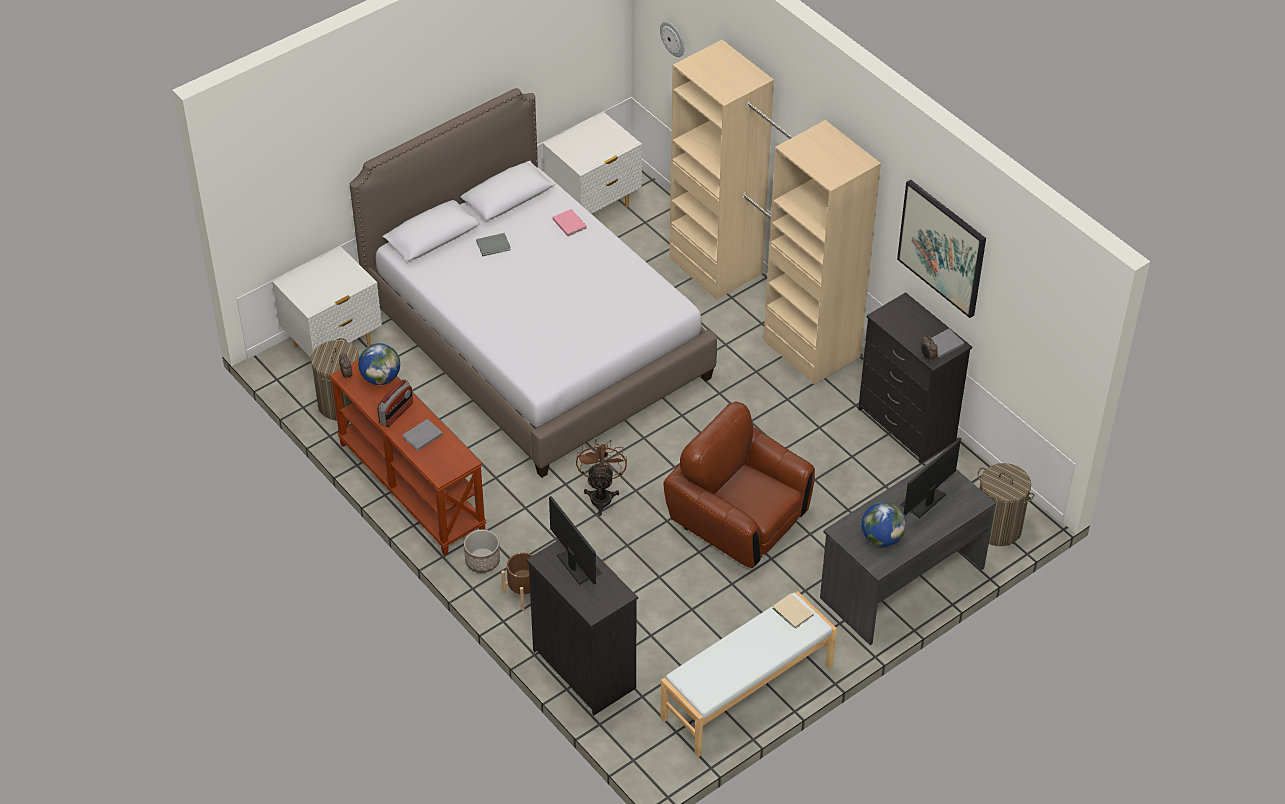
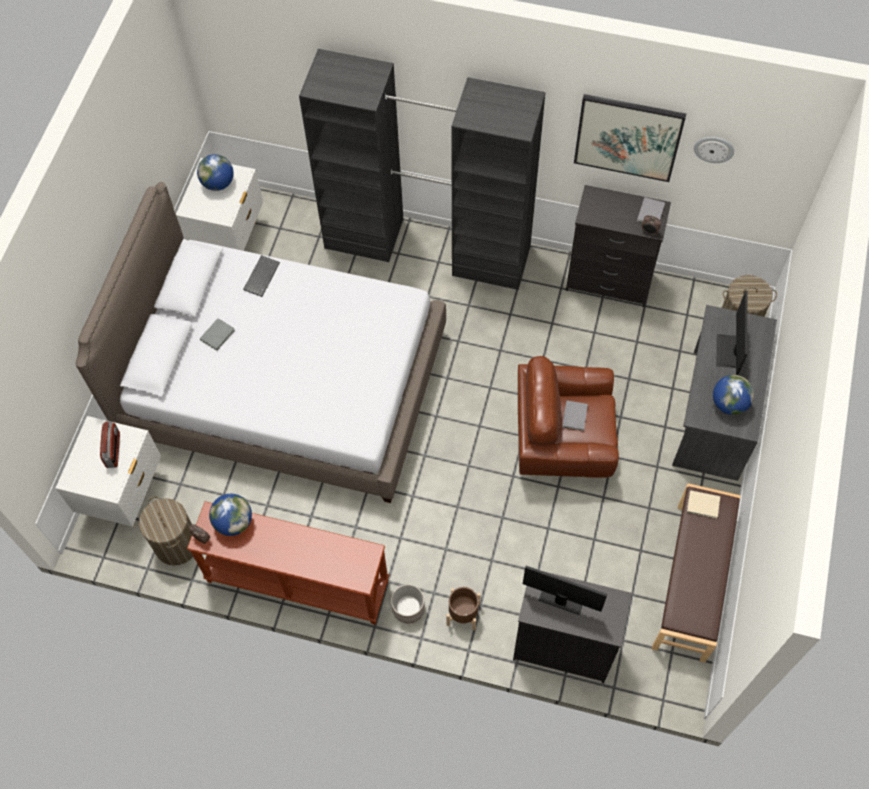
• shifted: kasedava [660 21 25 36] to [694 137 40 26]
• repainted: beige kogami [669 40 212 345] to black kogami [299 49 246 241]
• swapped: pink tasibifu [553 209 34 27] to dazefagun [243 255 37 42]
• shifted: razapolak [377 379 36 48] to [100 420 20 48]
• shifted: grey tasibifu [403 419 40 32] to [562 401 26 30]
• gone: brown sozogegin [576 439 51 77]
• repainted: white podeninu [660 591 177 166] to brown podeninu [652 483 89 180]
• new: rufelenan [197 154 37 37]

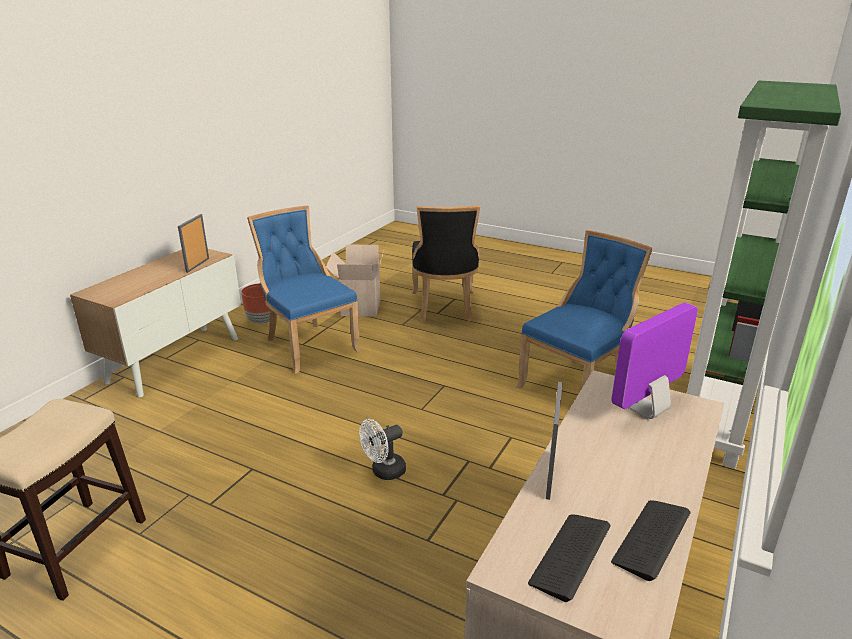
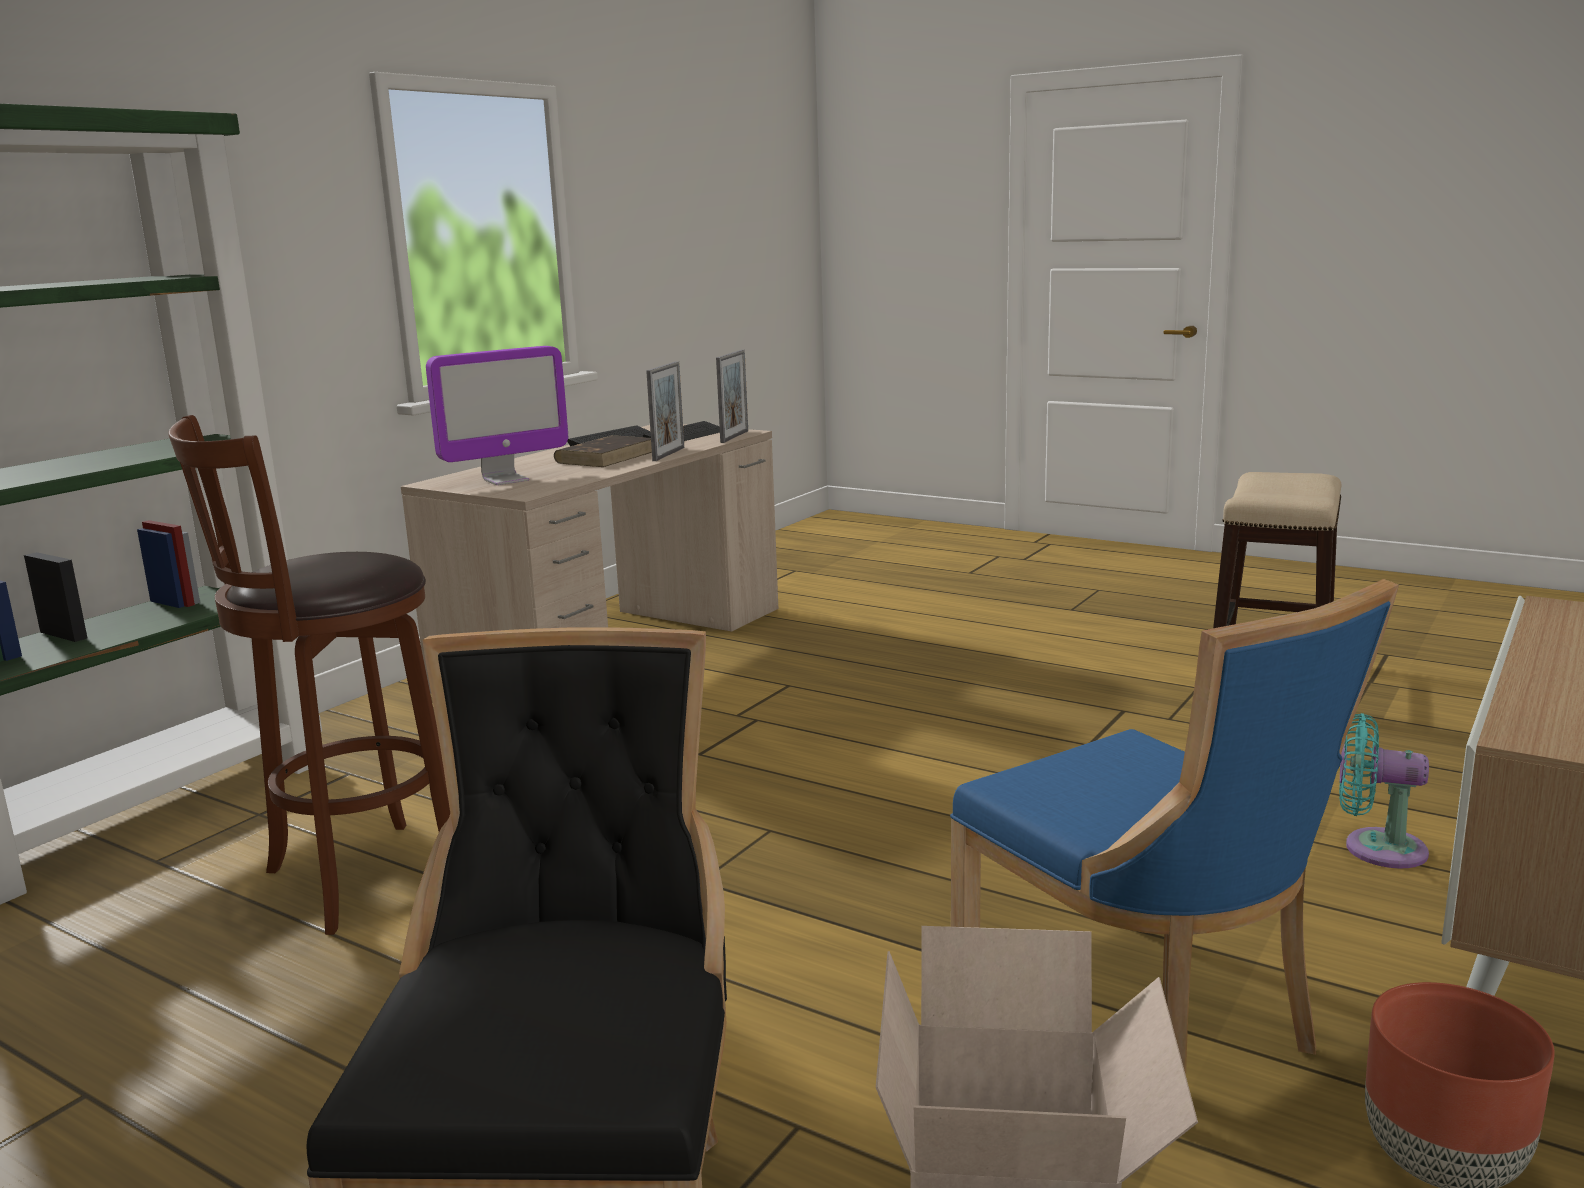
• shifted: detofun [178 214 31 59] to [716 350 32 93]
• swapped: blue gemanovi [516 230 137 159] to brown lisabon [168 415 282 520]
• gone: white sozogegin [359 419 47 61]
• new: brown tasibifu [554 435 98 32]
• new: turquoise sozogegin [1339 713 90 156]

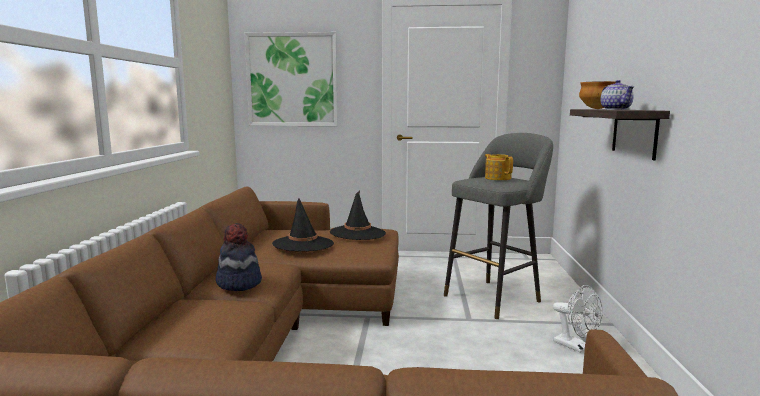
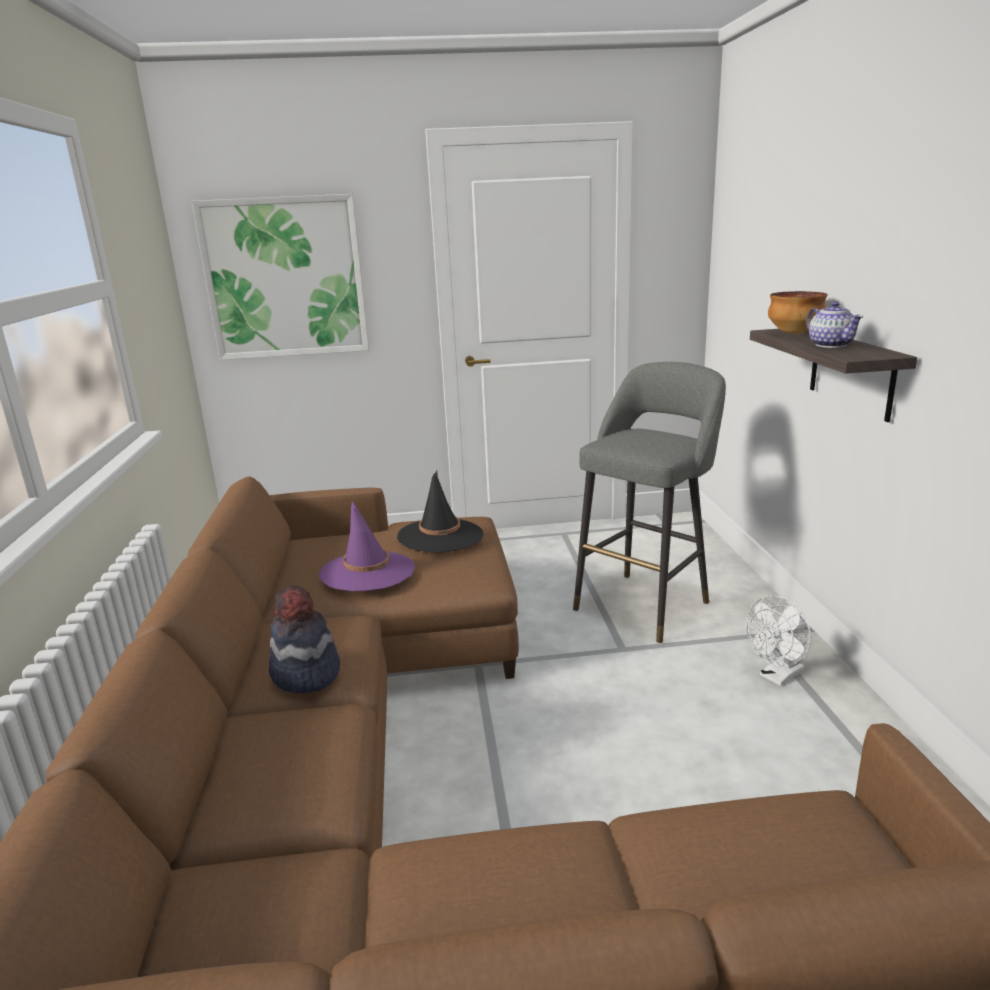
• gone: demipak [485 154 28 26]
• repainted: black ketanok [272 198 62 53] to purple ketanok [319 501 96 90]
• rotated: white sozogegin [553 285 50 68] = [746 595 65 91] 105 degrees clockwise

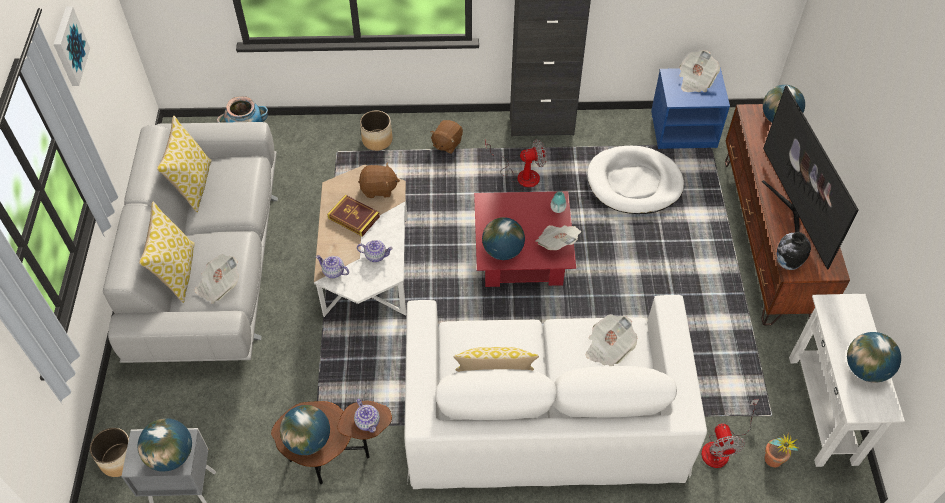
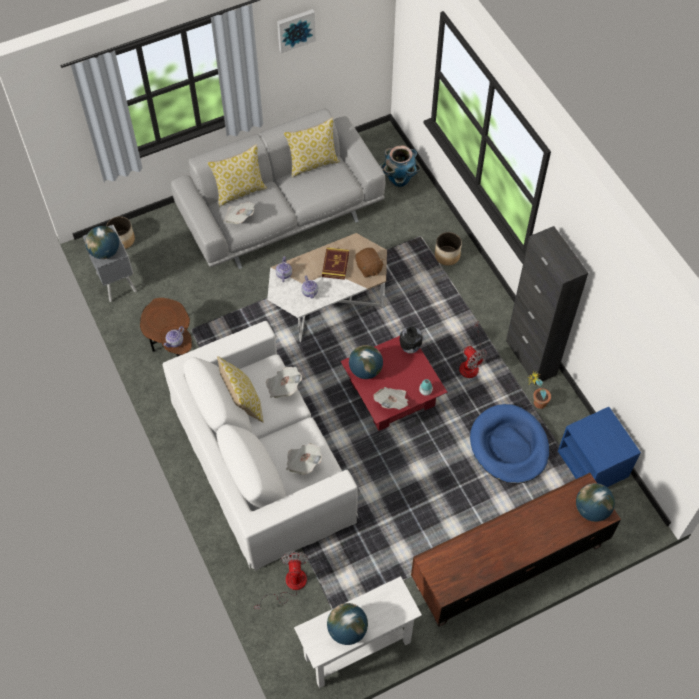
• shifted: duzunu [679 50 41 42] to [266 367 36 31]
• gone: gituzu [762 86 97 184]
• gone: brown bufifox [430 120 33 34]
• repainted: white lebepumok [587 146 97 68] to blue lebepumok [470 404 79 80]
• shifted: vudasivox [777 232 34 38] to [399 326 24 28]
• rotated: sozogegin [701 399 58 69] = [254 551 54 58] 120 degrees clockwise
• gone: rufelenan [280 405 50 50]
• shifted: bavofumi [764 432 34 35] to [527 372 24 37]

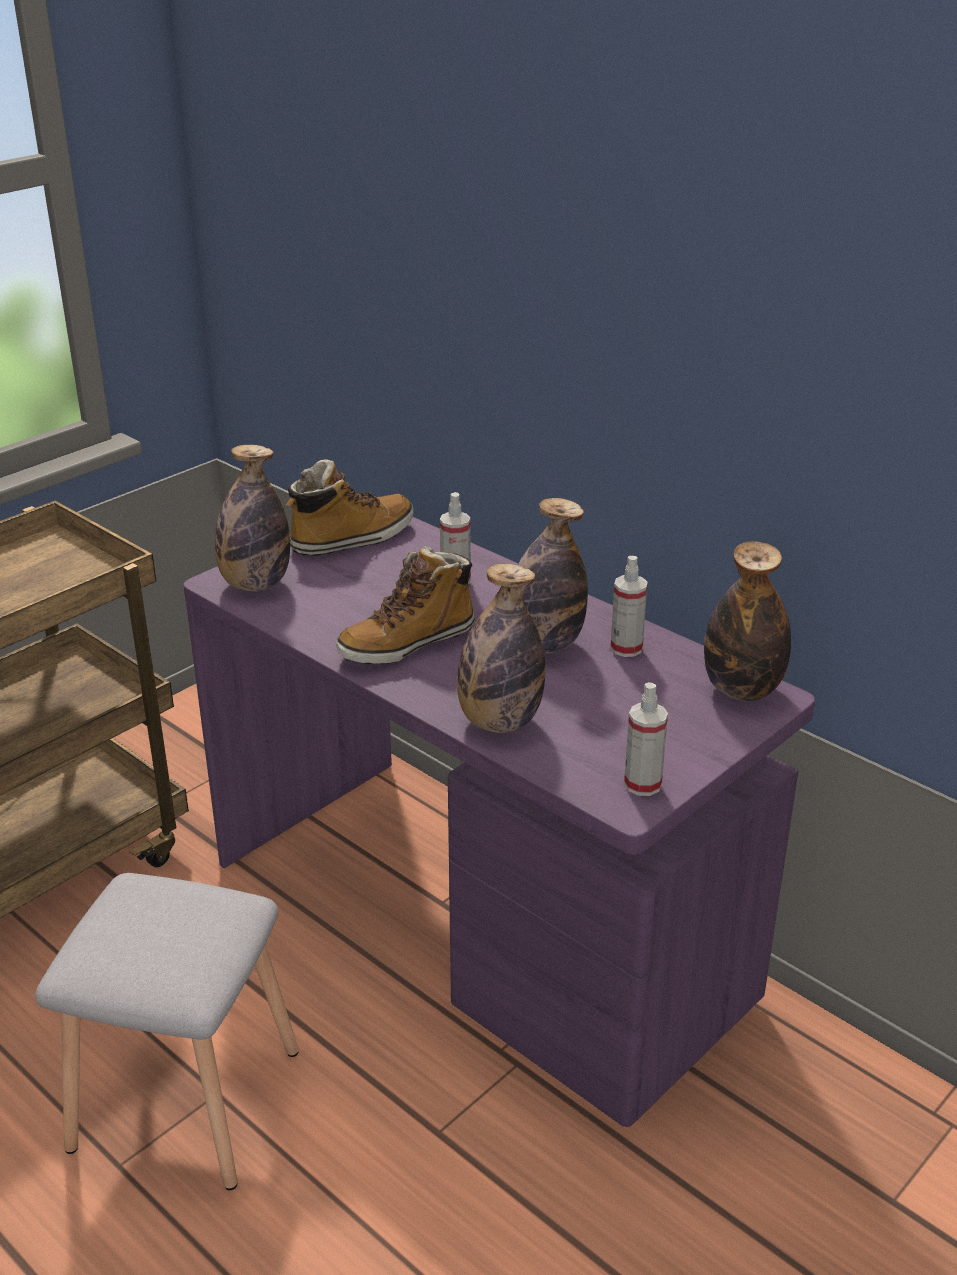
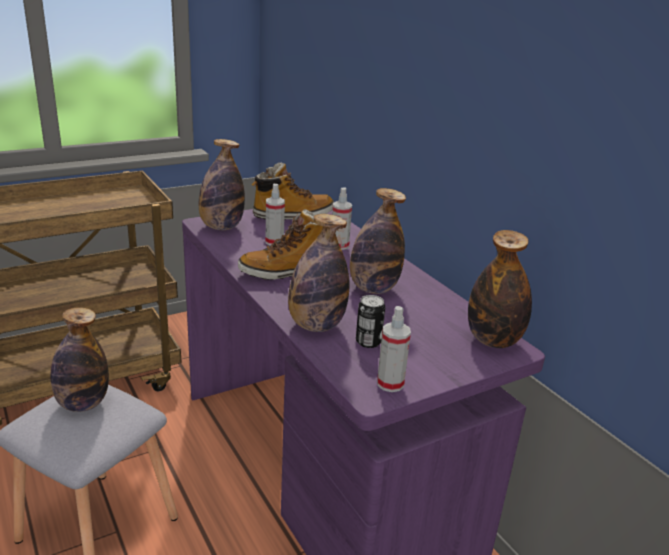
• shifted: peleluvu [610 556 38 101] to [266 184 19 62]
• new: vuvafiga [356 295 29 53]
• new: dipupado [50 307 59 105]

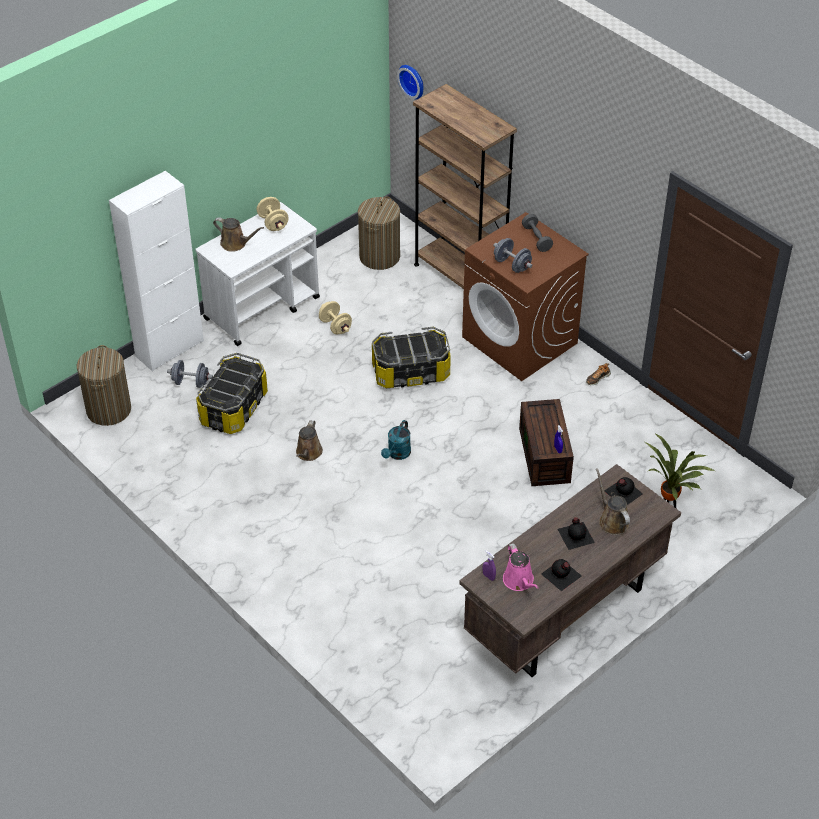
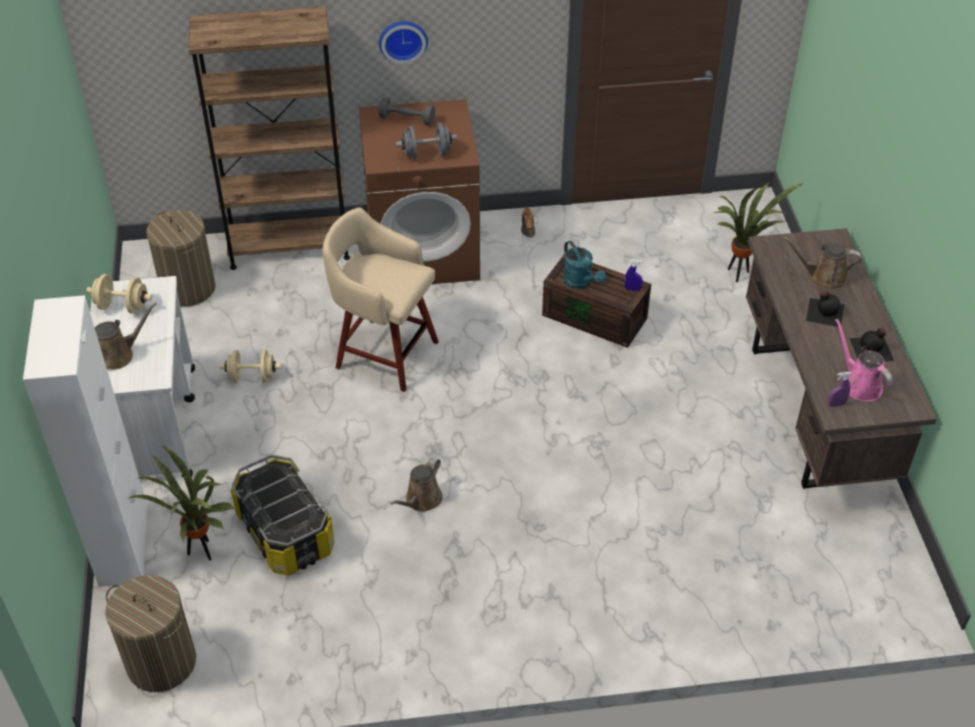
• shifted: kasedava [397 65 26 34] to [379 21 49 43]
• swapped: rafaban [372 327 79 61] to beige lisabon [323 207 116 185]
• swapped: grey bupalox [167 360 46 28] to bavofumi [129 446 107 114]
• rotated: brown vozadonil [296 420 27 41] = [390 457 53 55] 75 degrees clockwise
• shifted: turquoise vozadonil [381 420 30 40] to [563 241 43 48]
• gone: black dipupado [604 477 39 28]
• rotated: pink vozadonil [503 543 36 48] = [835 318 58 84] 135 degrees counterclockwise

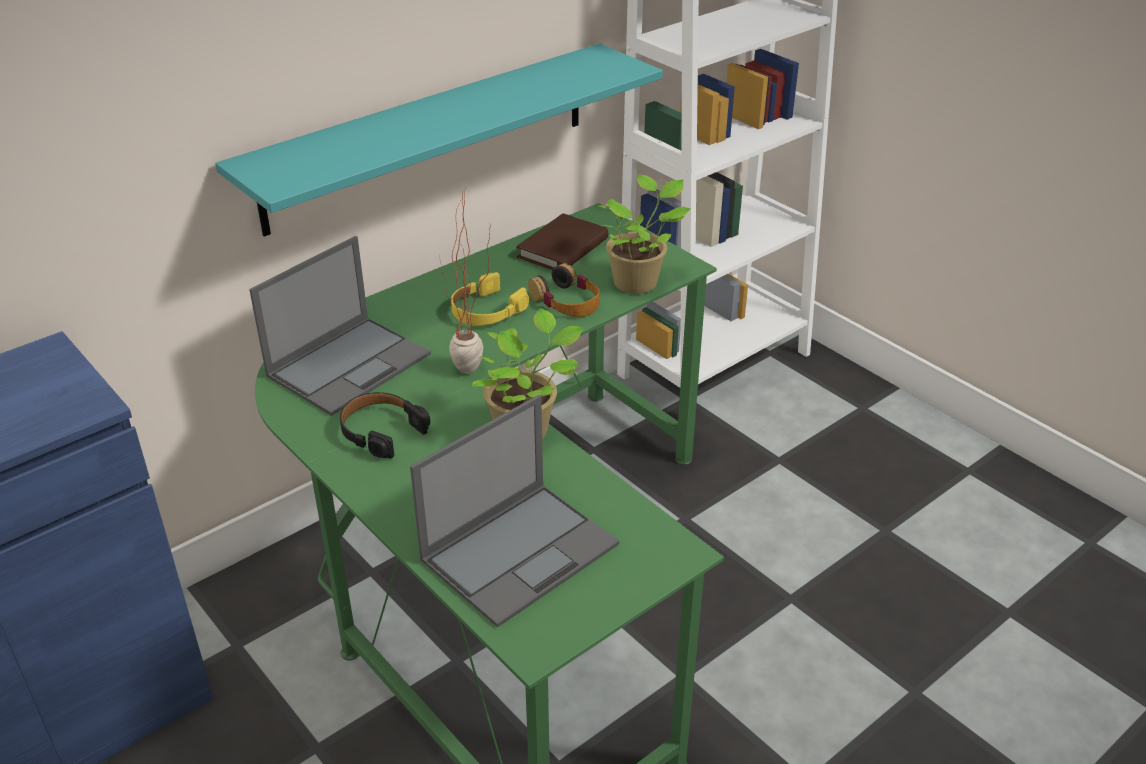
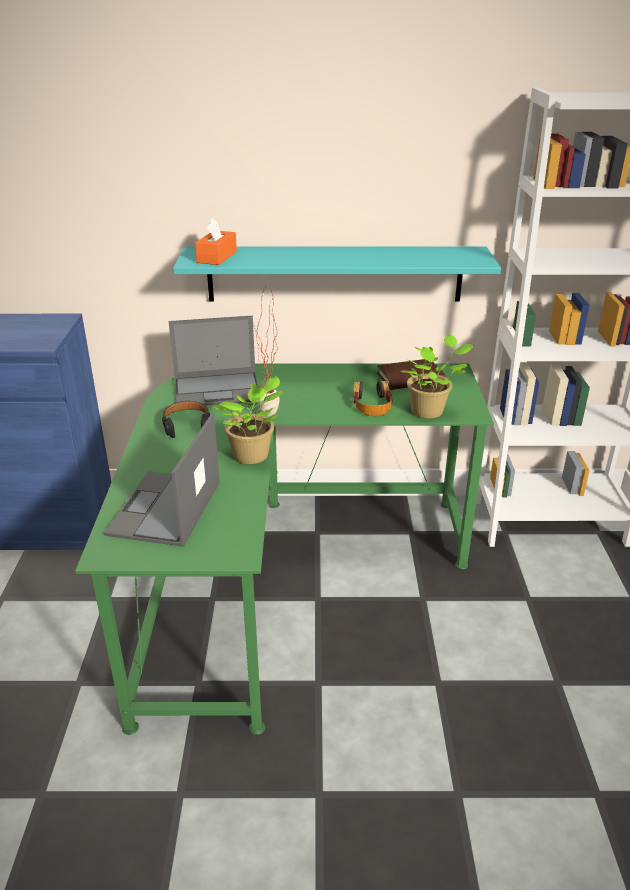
• gone: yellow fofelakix [451 272 78 53]
• rotated: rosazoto [410 395 209 232] = [104 414 116 133] 105 degrees clockwise
• new: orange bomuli [195 217 42 48]

